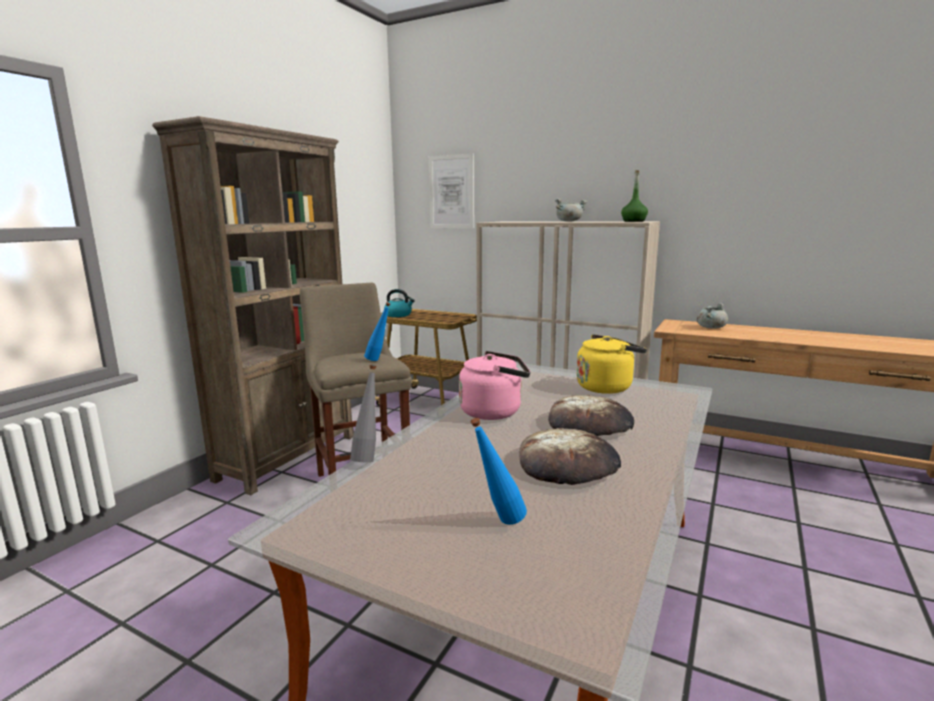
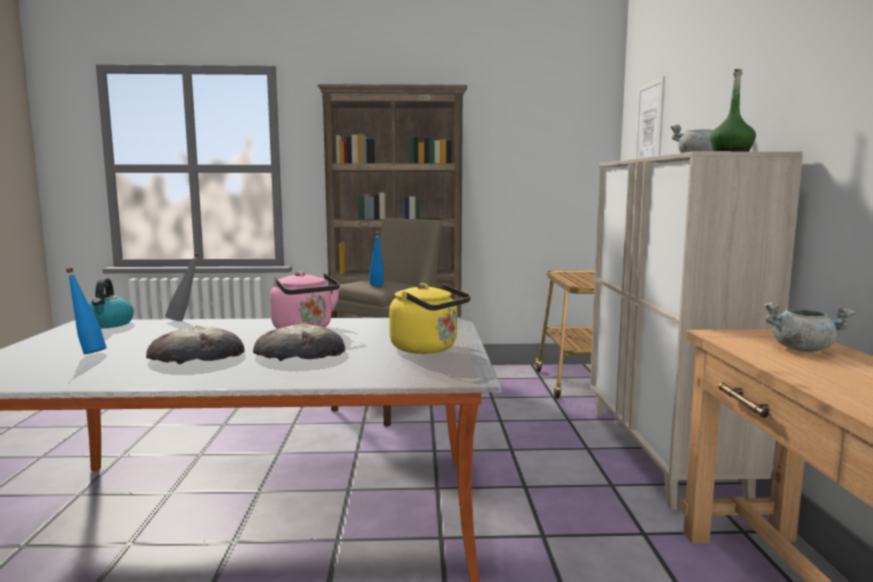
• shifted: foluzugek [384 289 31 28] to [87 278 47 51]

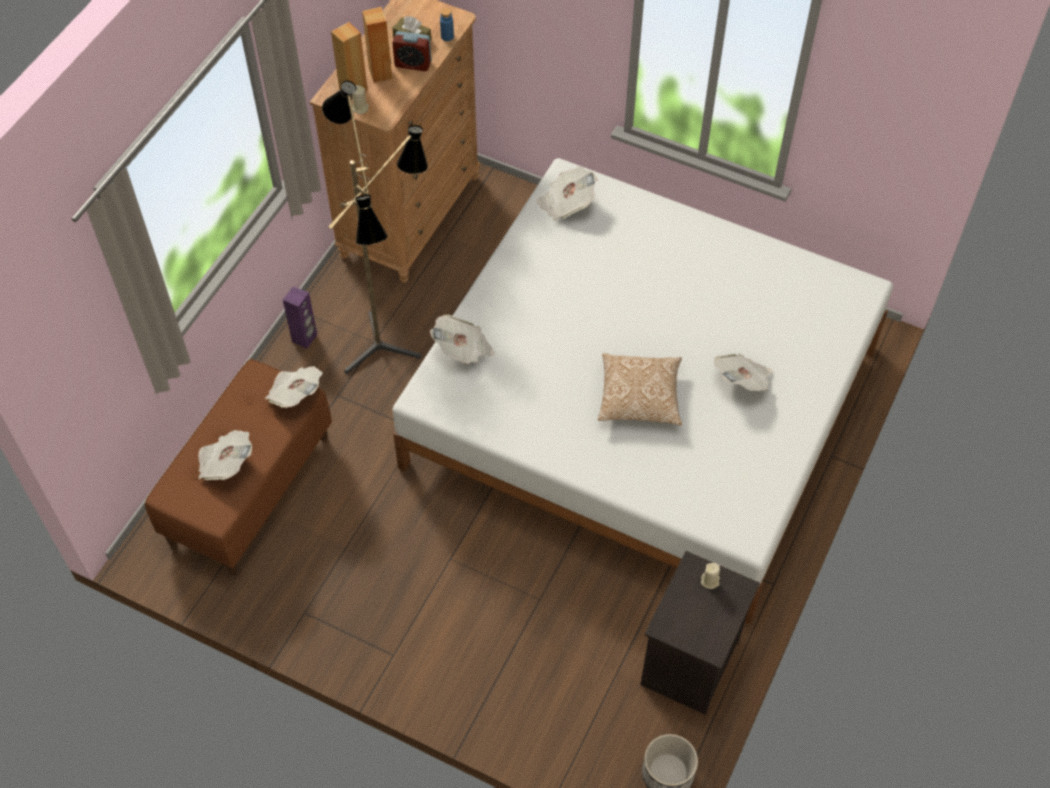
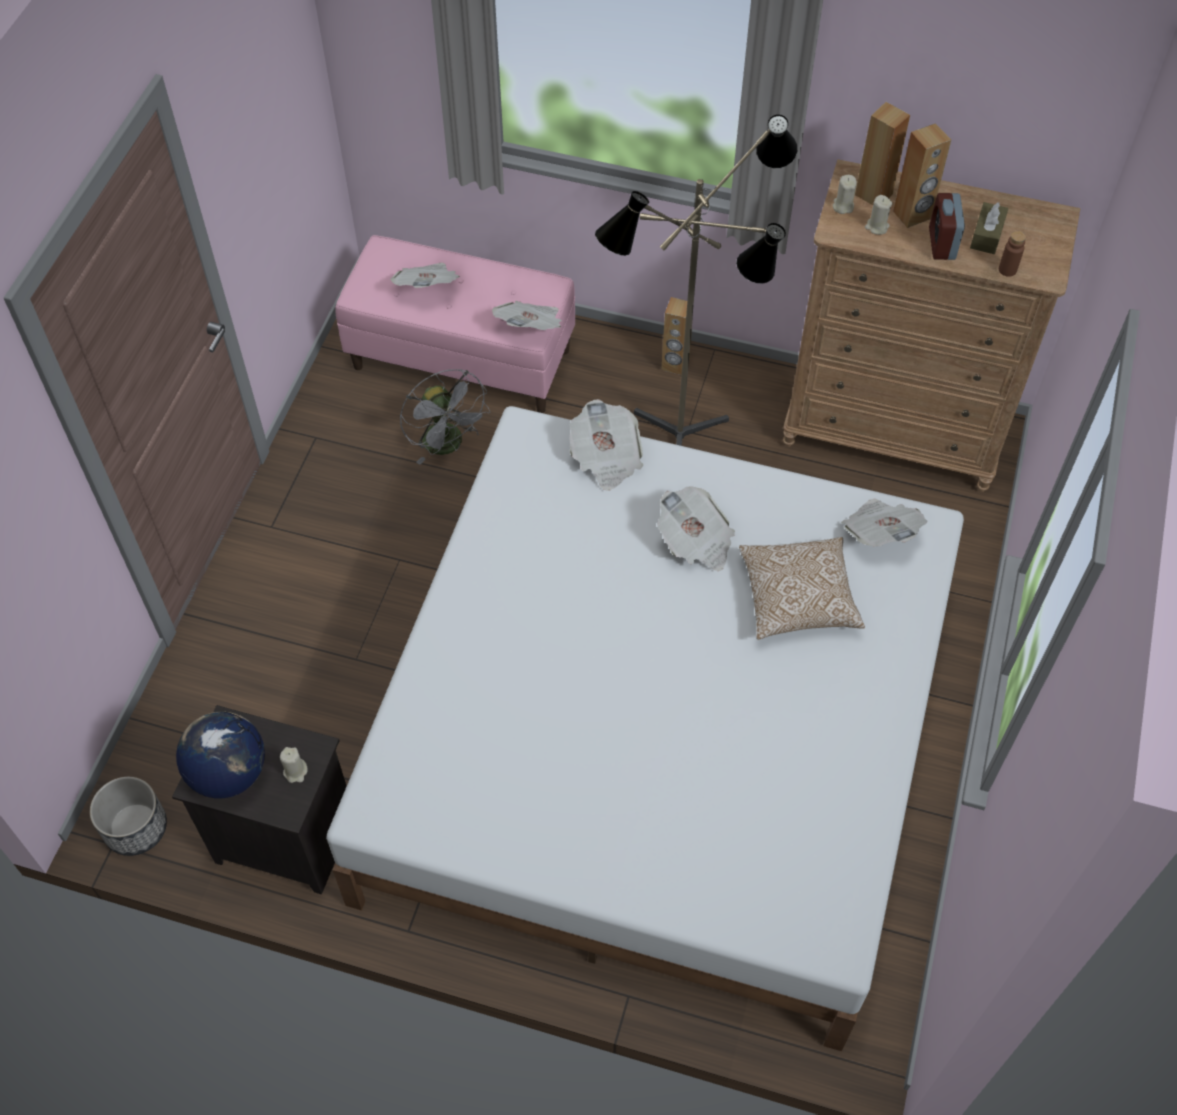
• repainted: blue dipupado [440 8 14 33] to brown dipupado [999 231 27 46]
• repainted: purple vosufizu [283 286 34 62] to brown vosufizu [661 297 32 78]
• shifted: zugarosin [598 353 84 72] to [739 537 126 103]
• shifted: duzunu [714 354 59 37] to [657 486 78 85]
• repainted: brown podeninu [145 359 187 216] to pink podeninu [335 235 240 178]
• new: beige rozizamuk [865 195 27 40]
• new: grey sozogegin [400 369 90 96]
• new: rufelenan [176 712 89 86]

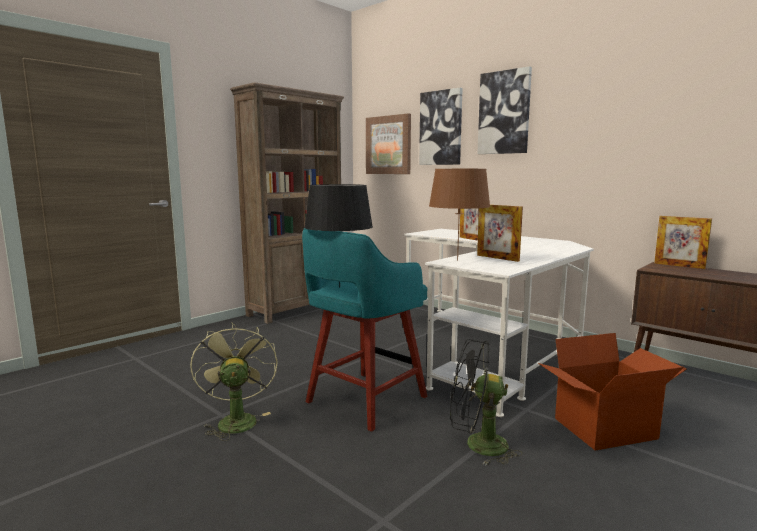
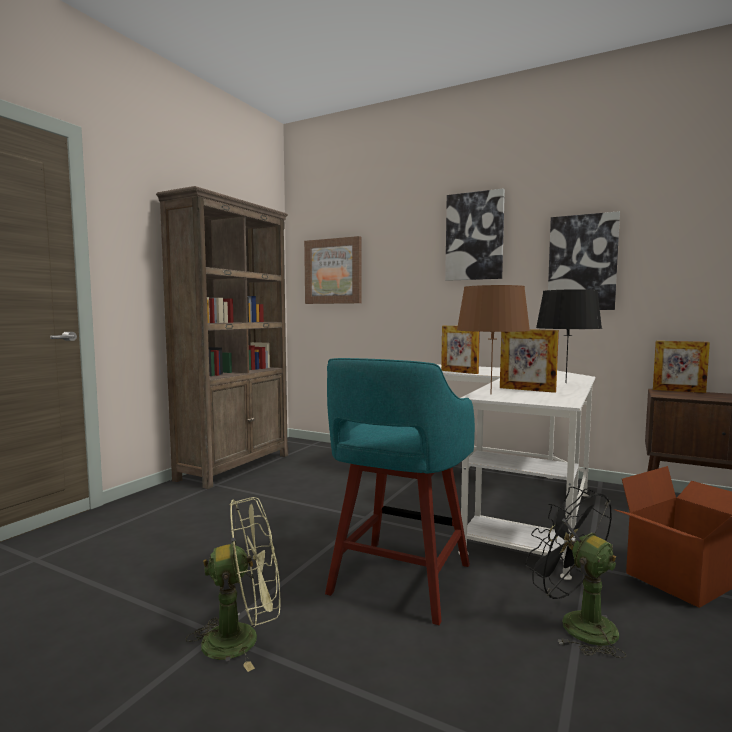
• shifted: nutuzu [419 88 44 77] to [548 211 72 99]
• shifted: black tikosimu [304 184 69 104] to [536 289 66 92]
• rotated: green sozogegin [190 323 88 118] = [185 497 95 175] 105 degrees clockwise
• rotated: black sozogegin [450 339 73 127] = [525 487 102 172] 60 degrees clockwise

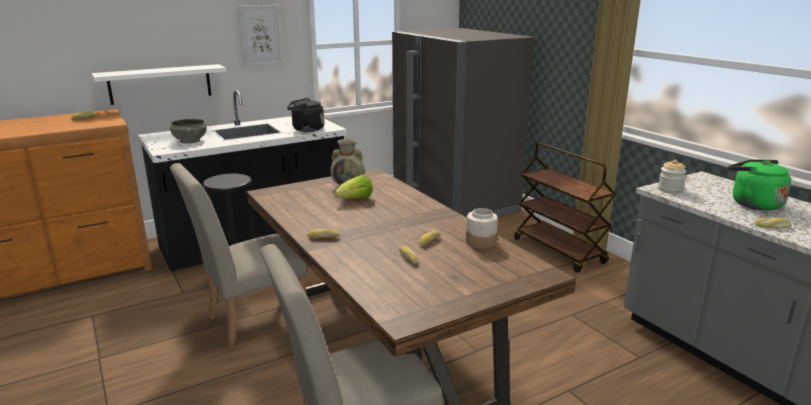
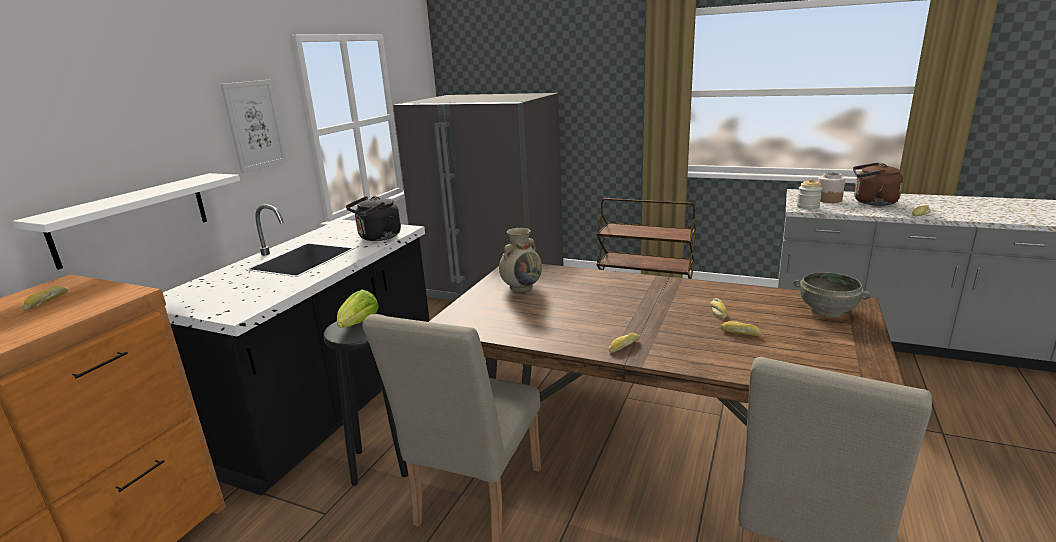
• shifted: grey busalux [170 119 37 25] to [794 272 77 45]
• repainted: green foluzugek [728 159 63 52] to brown foluzugek [853 163 50 43]
• shifted: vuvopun [334 175 39 24] to [337 290 42 38]
• shifted: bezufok [466 208 32 41] to [818 172 27 31]

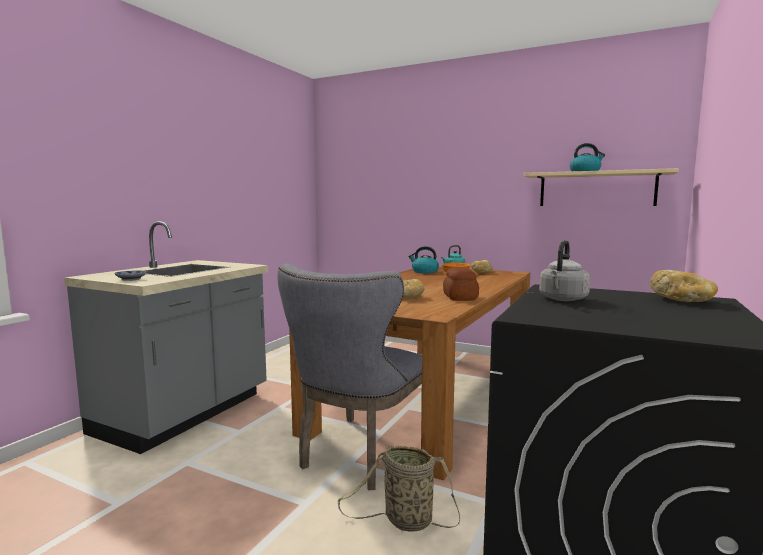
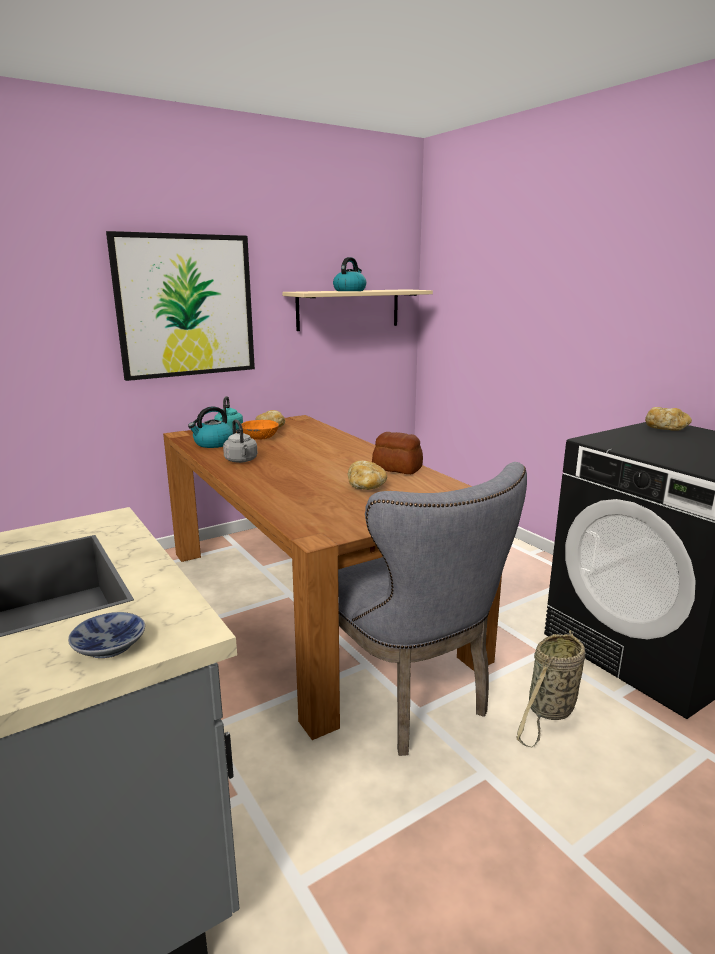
• shifted: grey foluzugek [539 240 51 61] to [223 419 35 44]
• new: nutuzu [106 231 149 150]

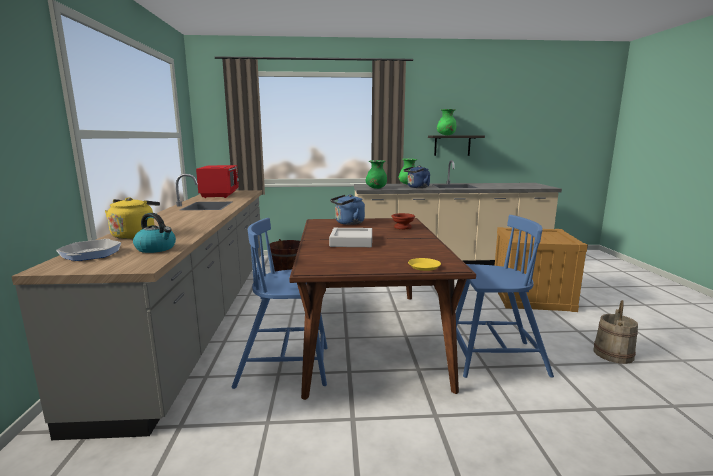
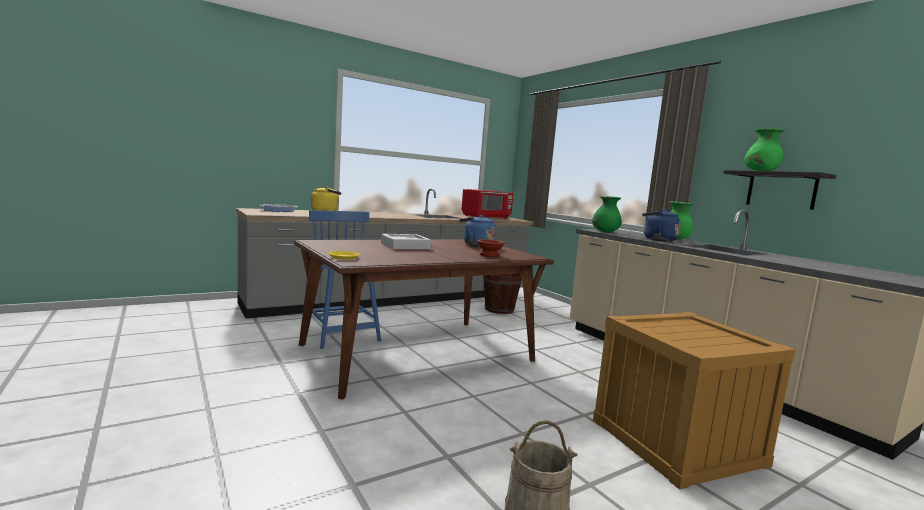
• gone: foluzugek [133 213 43 40]
• gone: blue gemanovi [456 215 98 163]

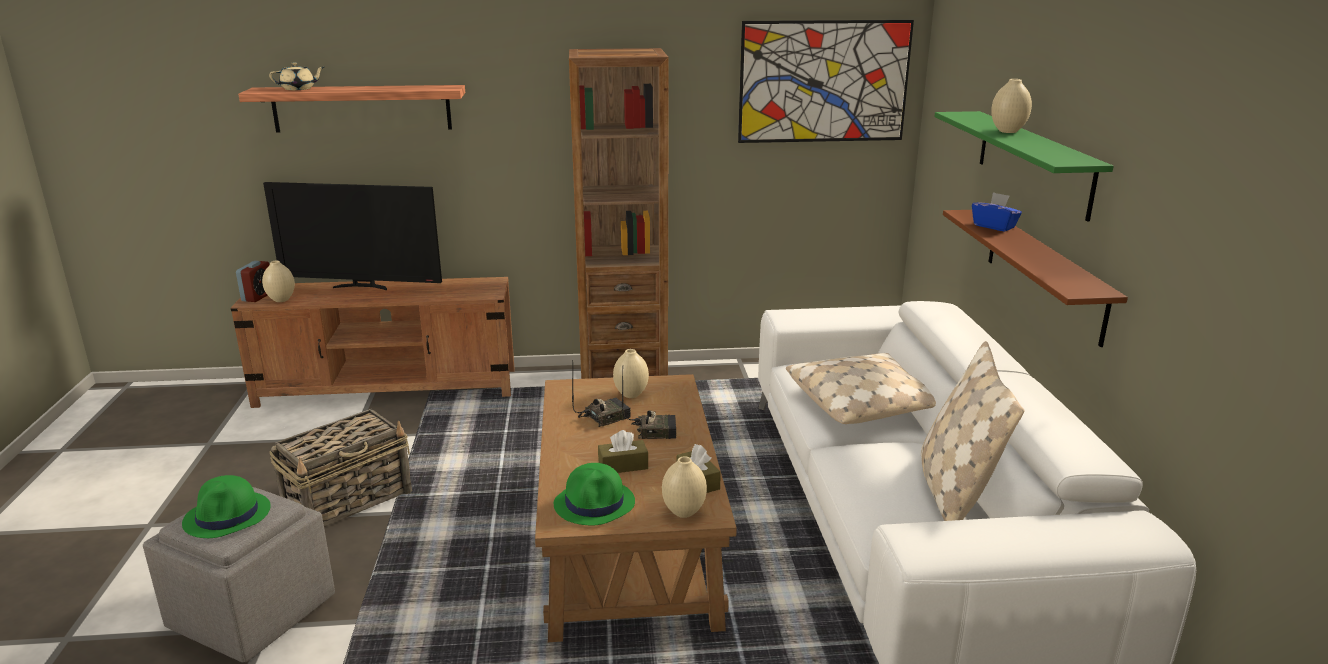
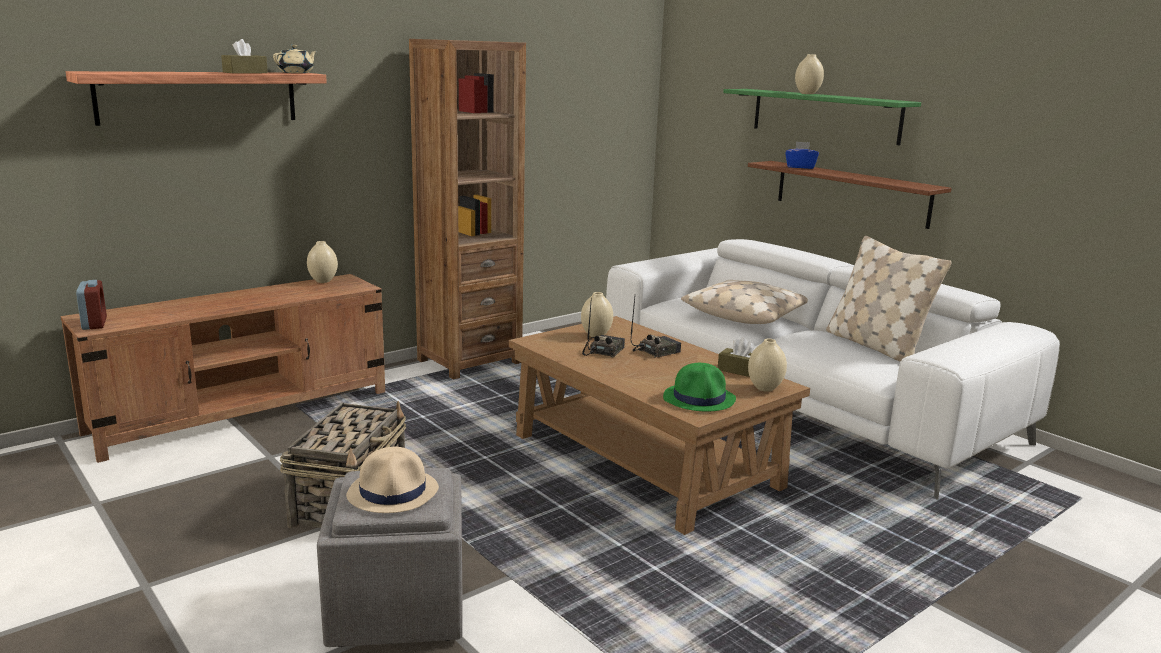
• gone: nutuzu [738 20 176 123]
• shifted: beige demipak [269 62 55 28] to [273 45 44 28]
• gone: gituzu [263 182 179 108]
• shifted: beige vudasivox [262 261 33 41] to [307 241 31 42]
• shifted: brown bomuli [598 430 50 43] to [221 39 47 34]
• repainted: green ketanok [182 475 89 63] to beige ketanok [346 447 93 66]

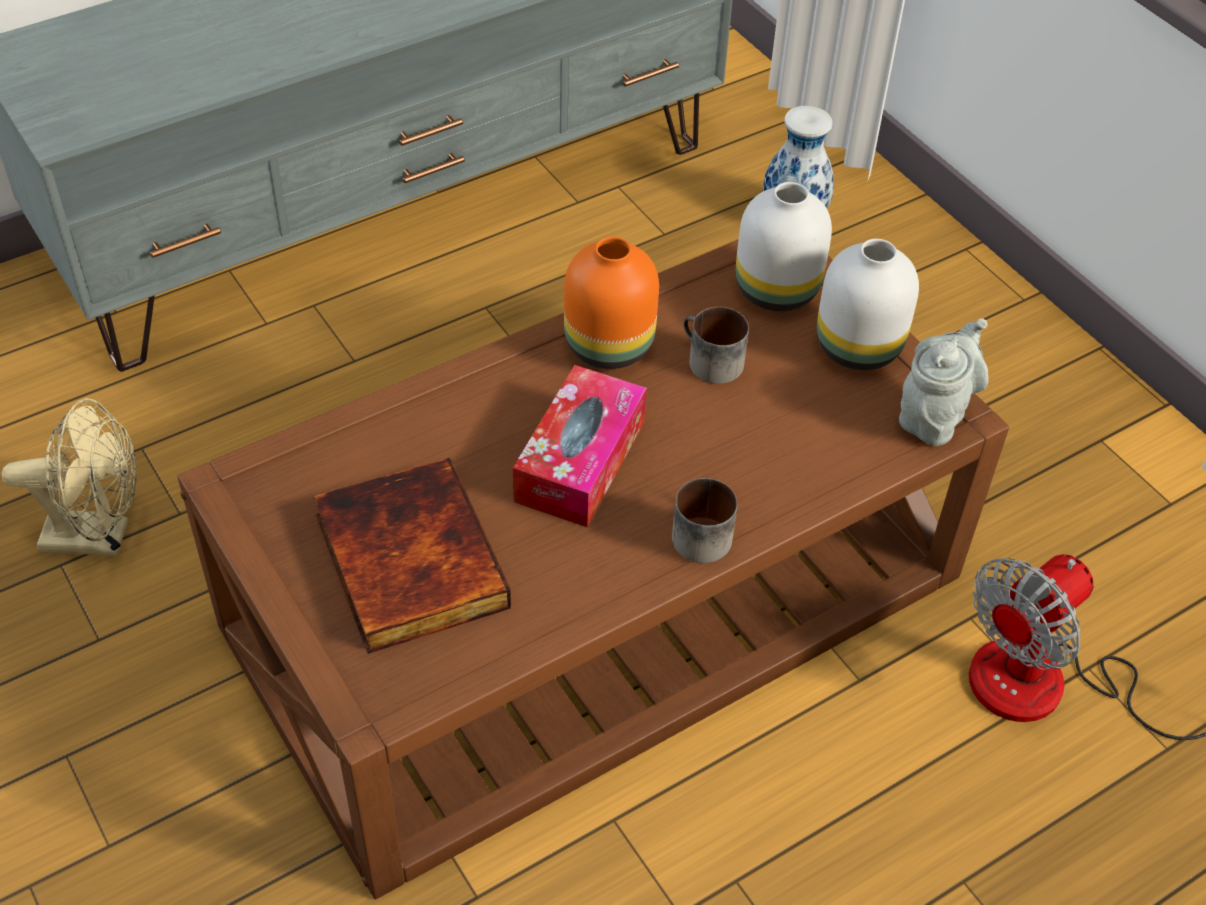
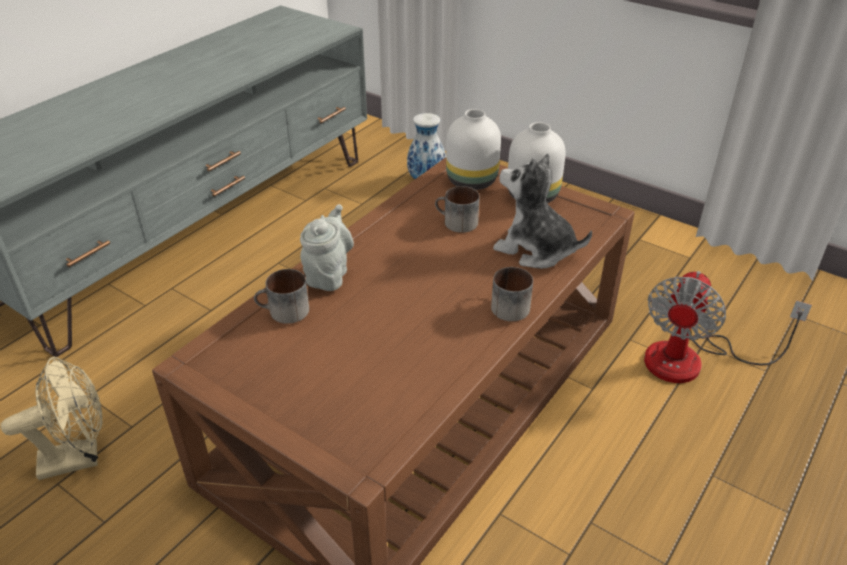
• gone: orange vudasivox [564 236 95 133]
• shifted: grey demipak [899 319 90 127] to [300 204 54 87]
• gone: bomuli [513 365 134 162]
• gone: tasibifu [313 458 198 196]
• new: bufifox [493 153 99 116]
• new: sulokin [254 269 55 55]

